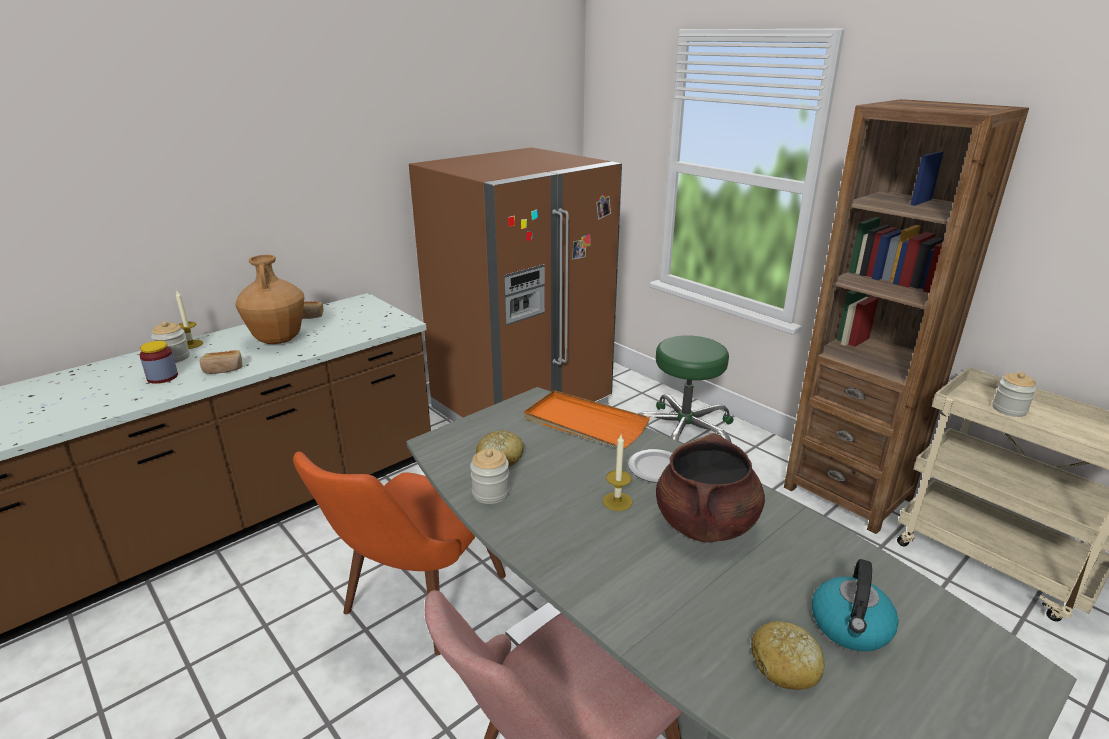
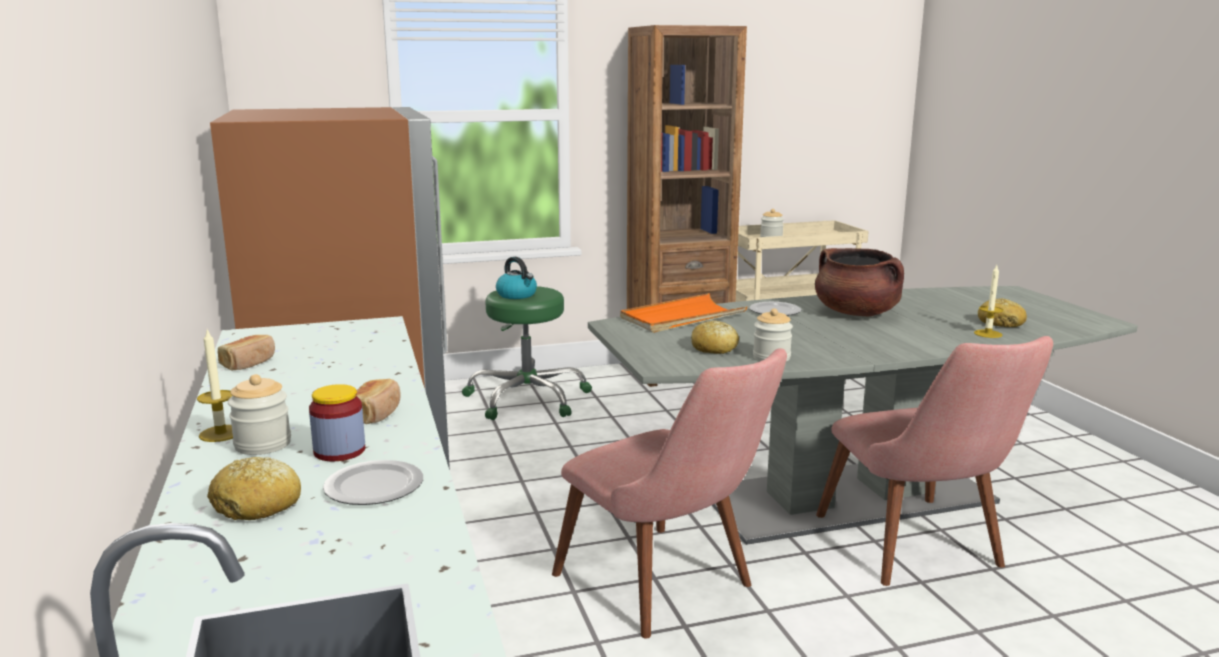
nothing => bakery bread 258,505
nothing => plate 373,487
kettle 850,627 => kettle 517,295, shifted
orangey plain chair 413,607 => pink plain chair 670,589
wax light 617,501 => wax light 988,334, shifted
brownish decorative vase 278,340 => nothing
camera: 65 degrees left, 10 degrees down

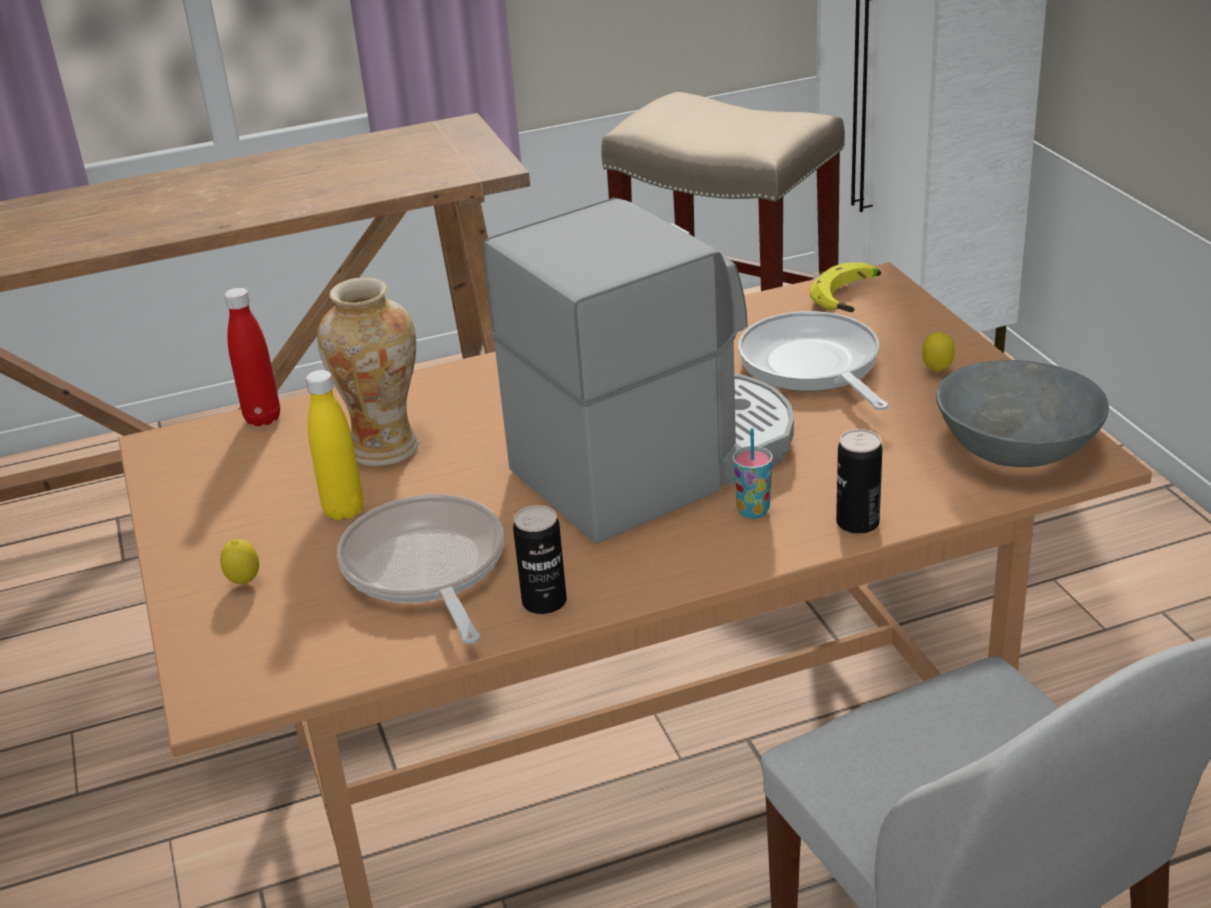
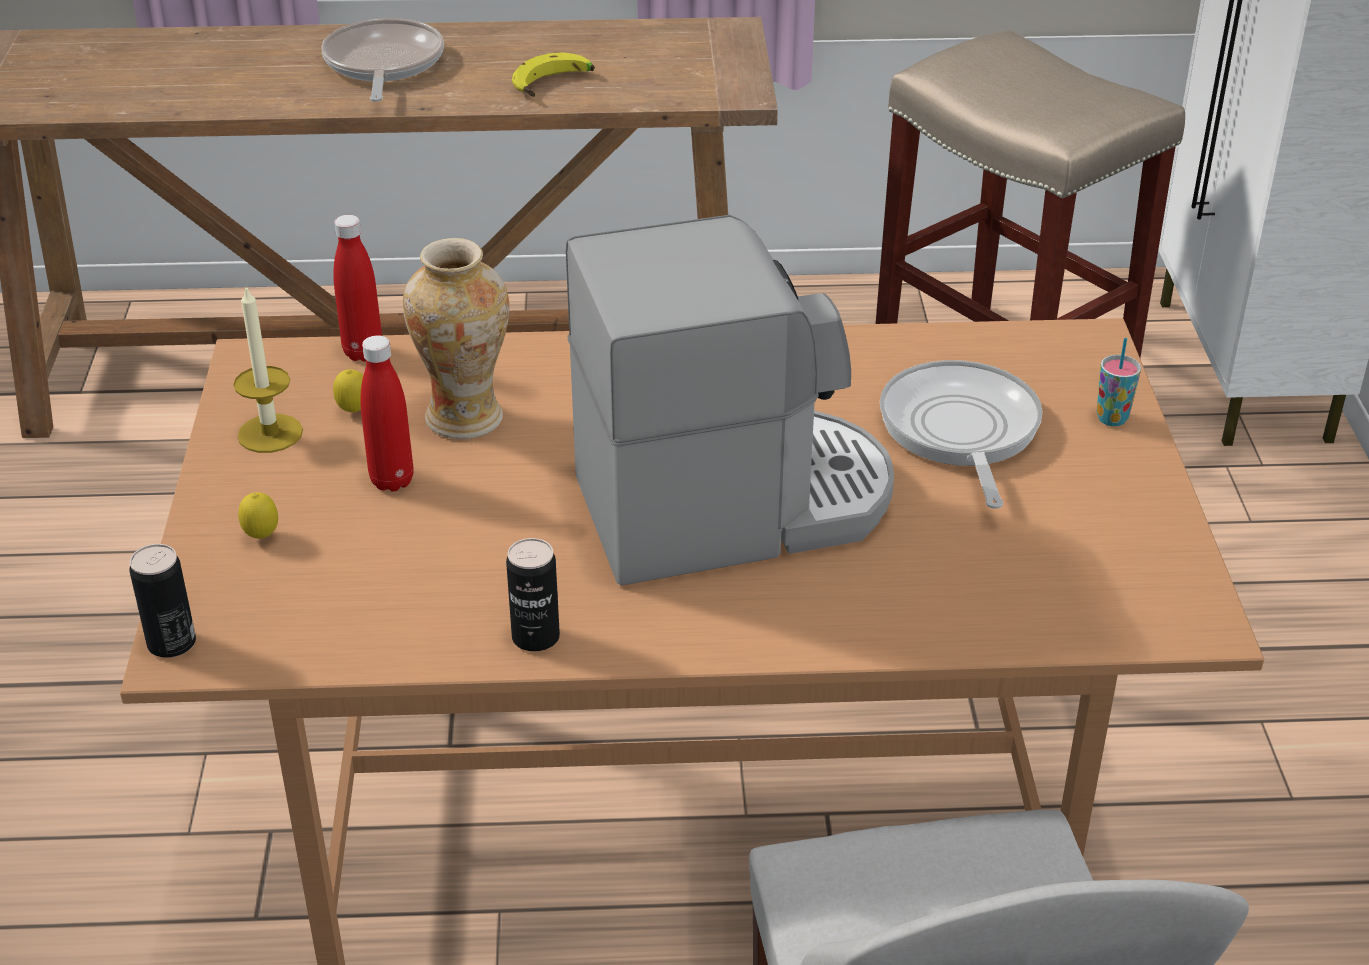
can 857,523 => can 171,643, shifted
nothing => wax light 270,433
frying pan 426,569 => frying pan 383,65, shifted
citrus fruit 937,371 => citrus fruit 353,412, shifted
yellowish bottle 344,510 => reddish bottle 392,481
whole banana 851,298 => whole banana 554,86, shifted
small cup 753,511 => small cup 1112,418, shifted
grey bowl 1016,450 => nothing
camera: 15 degrees right, 5 degrees up

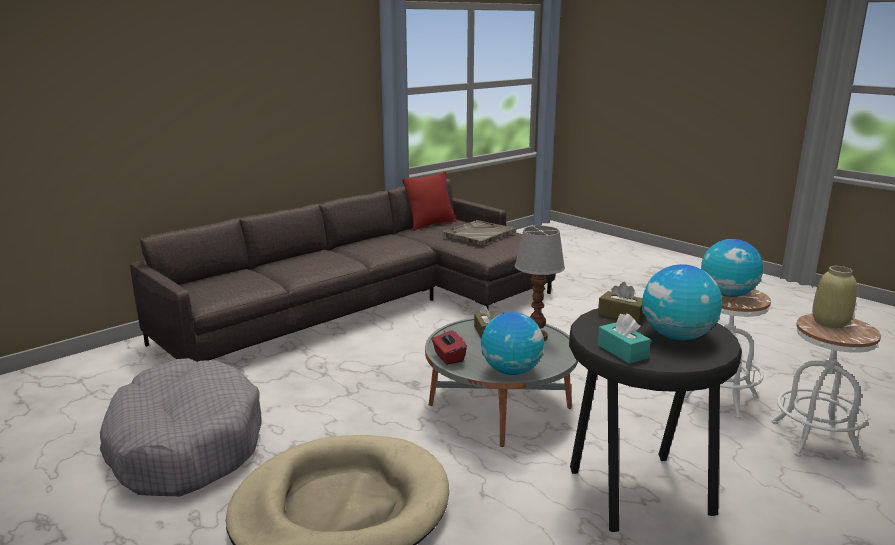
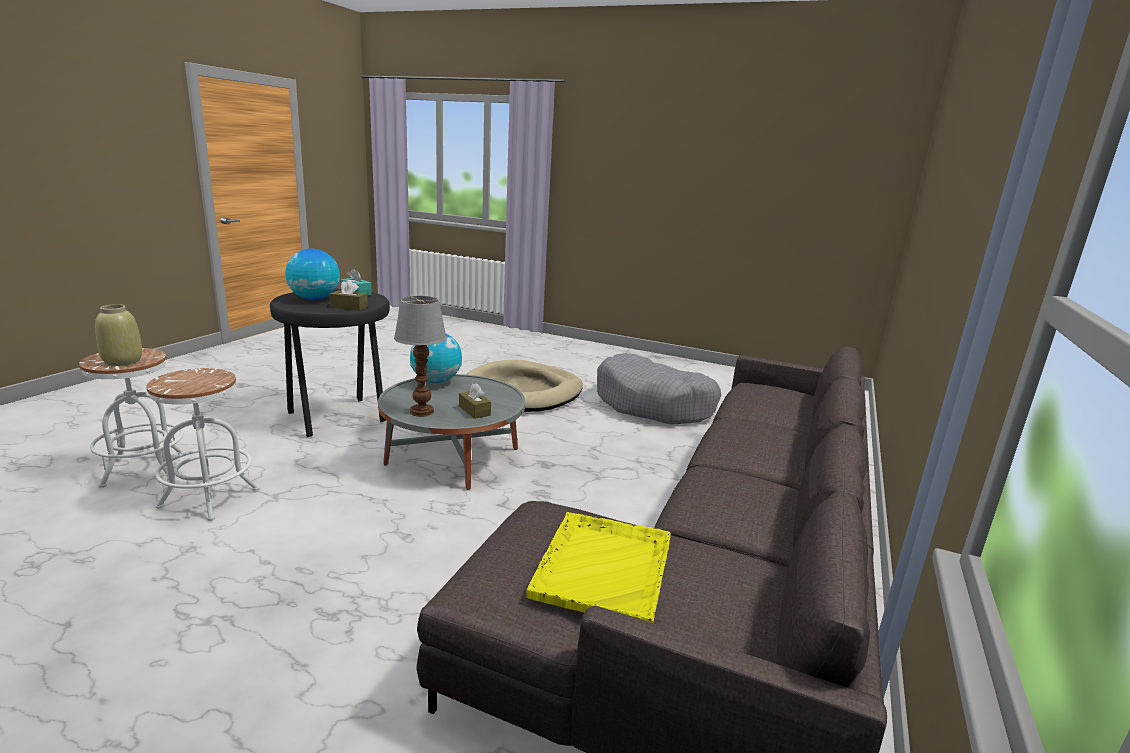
grey serving tray 479,234 => yellowish serving tray 604,566
reddish cushion 430,224 => nothing
reddish tissue box 448,357 => nothing
desk globe 727,295 => nothing
camera: 155 degrees right, 0 degrees up

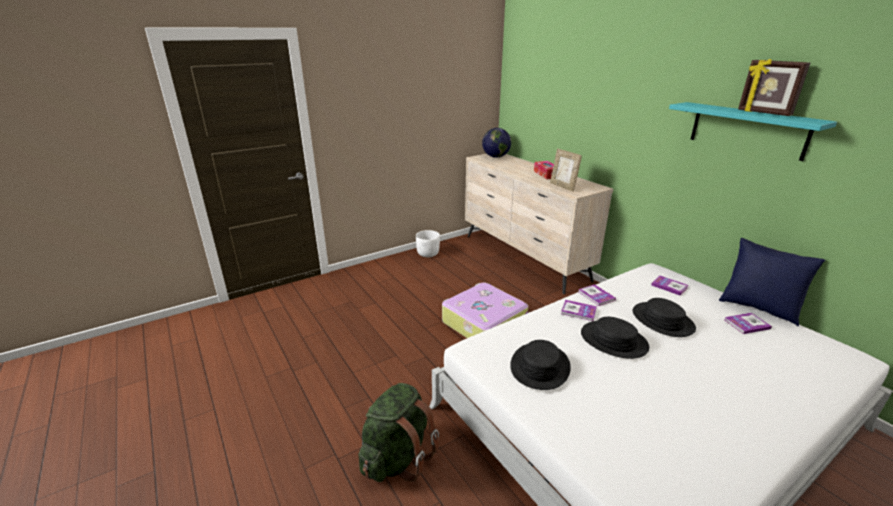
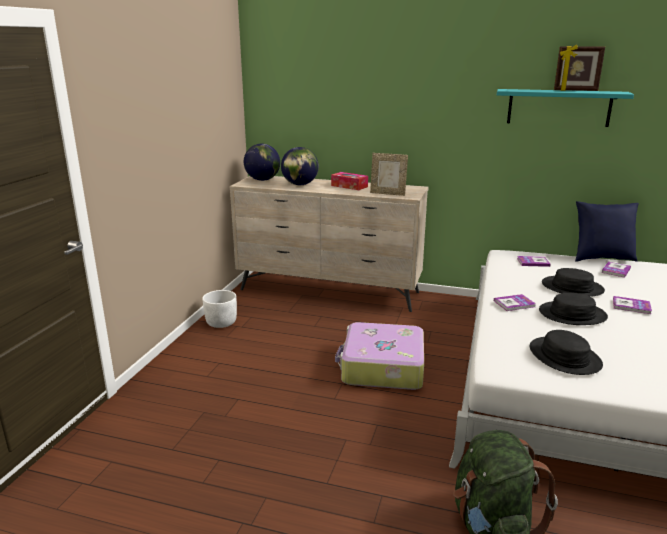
nothing => desk globe 300,184
volume 596,296 => volume 631,306, shifted
camera: 40 degrees left, 5 degrees down

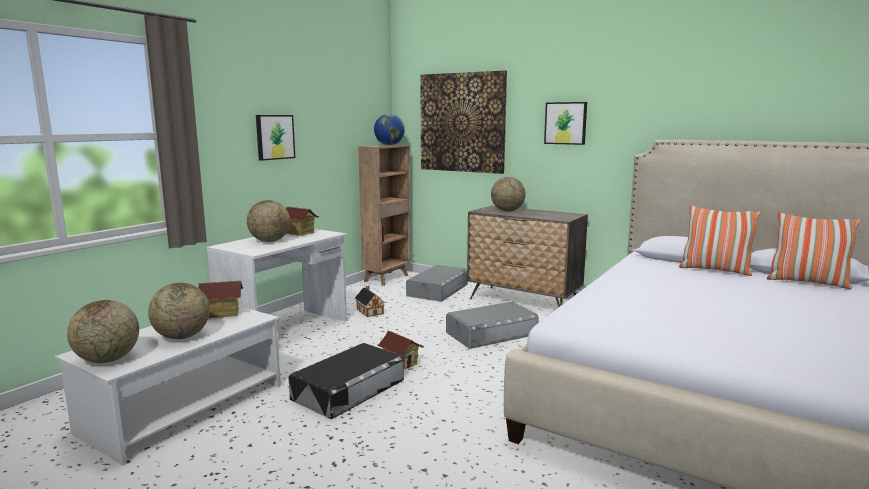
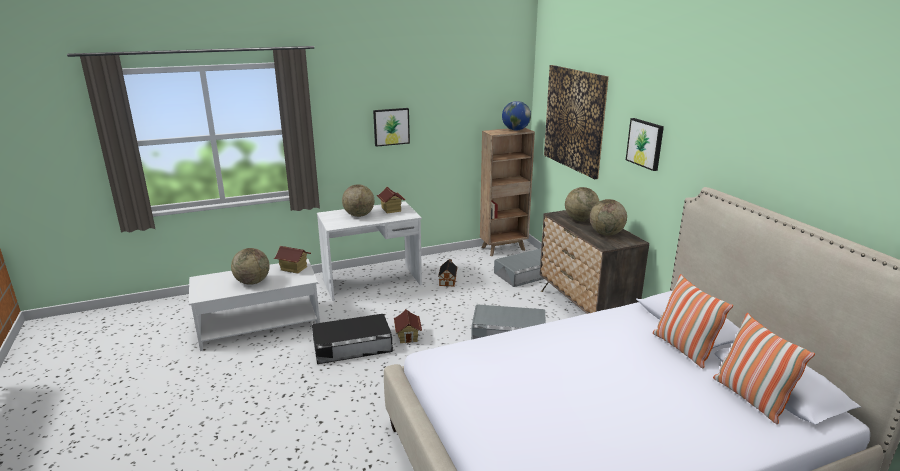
desk globe 108,360 => desk globe 606,234, shifted
camera: 35 degrees right, 10 degrees up

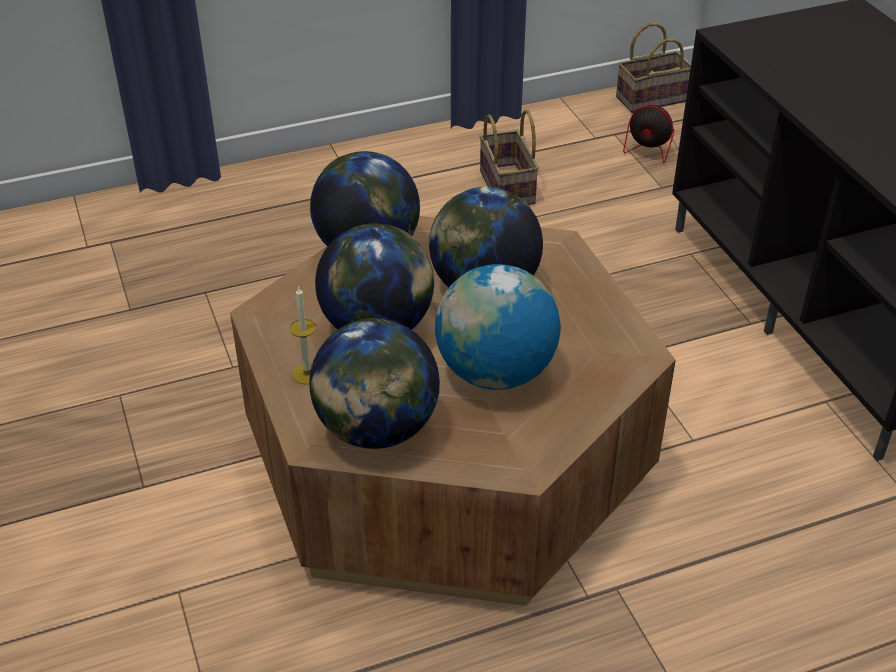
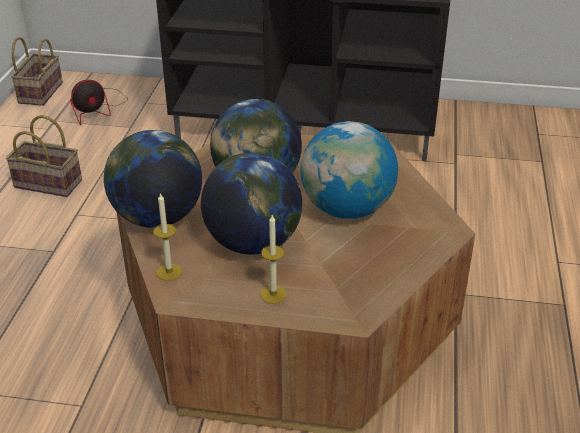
nothing => wax light 169,272
desk globe 376,430 => nothing
camera: 60 degrees left, 5 degrees down

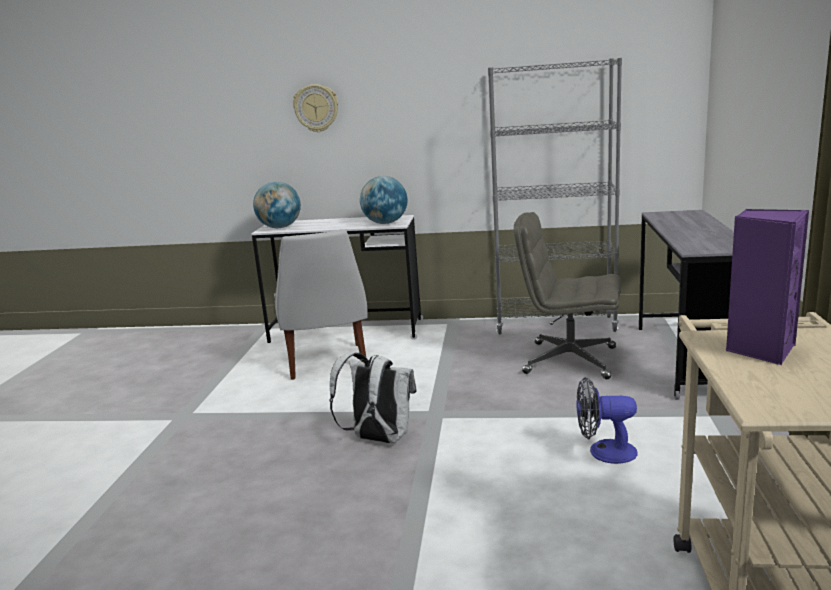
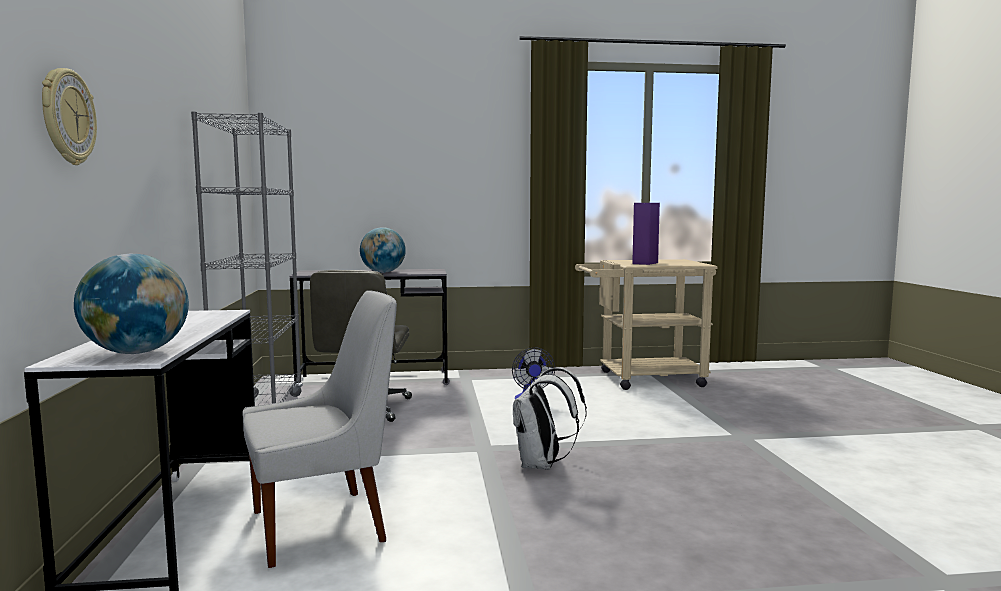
desk globe 385,223 => desk globe 383,272, shifted
camera: 105 degrees left, 10 degrees down

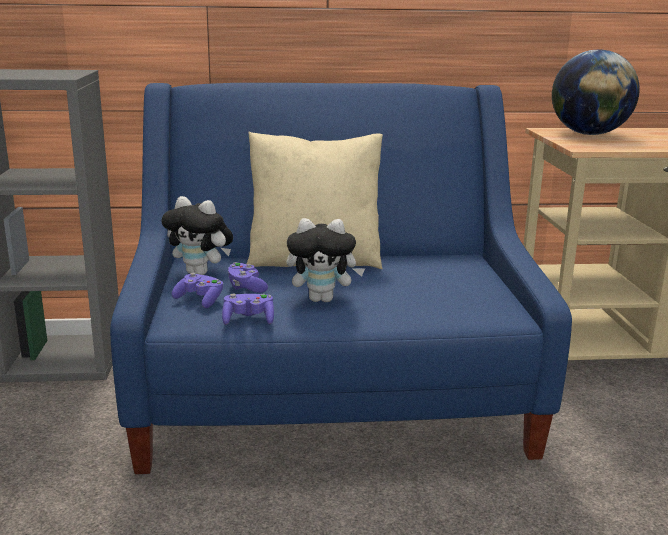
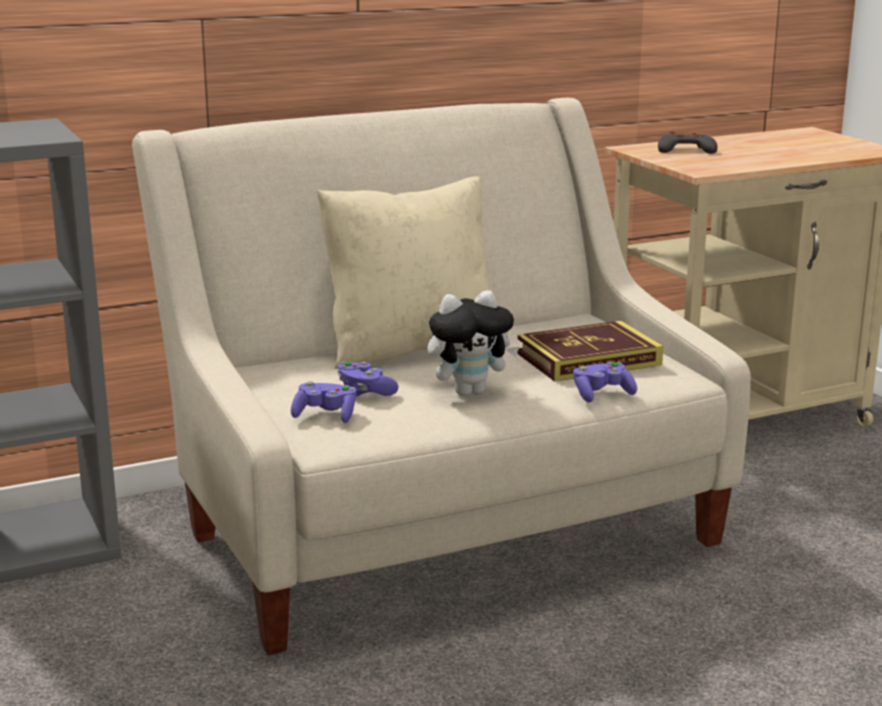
bluish sofa 331,398 => beige-coloured sofa 440,525
nothing => volume 588,359
purple gamepad 248,320 => purple gamepad 602,394, shifted
desk globe 589,134 => grey gamepad 686,150
cuddly toy 201,273 => nothing
camera: 20 degrees left, 0 degrees up

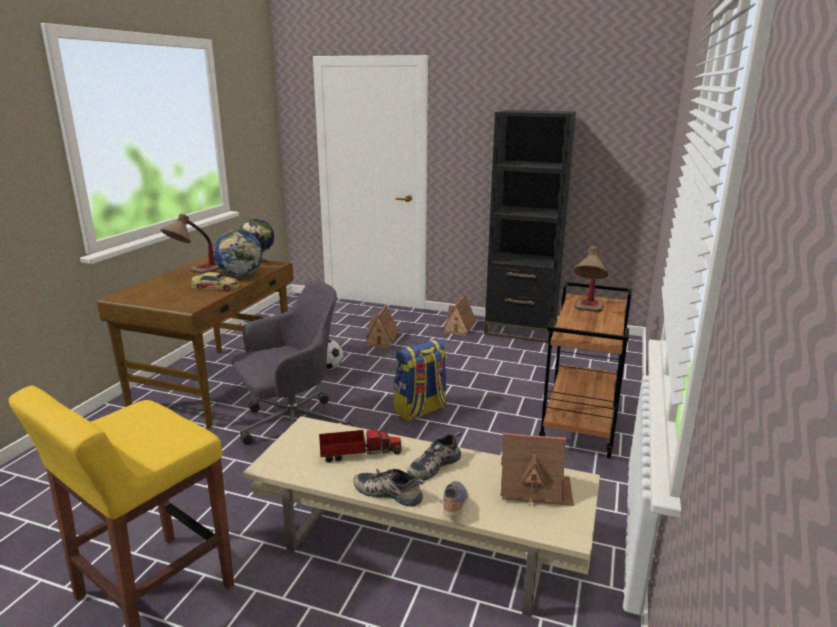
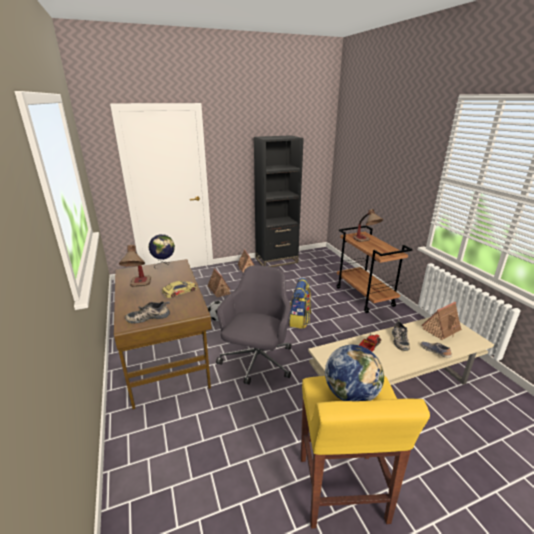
low shoe 389,492 => low shoe 149,317, shifted
desk globe 241,275 => desk globe 351,394, shifted
camera: 40 degrees left, 5 degrees up

